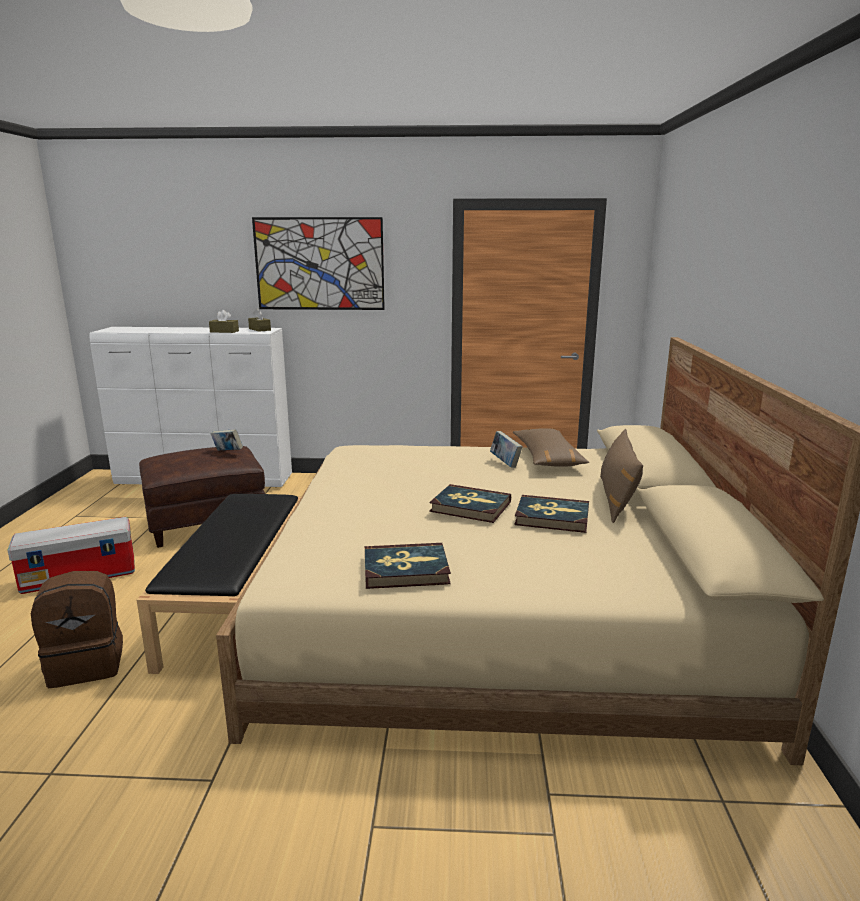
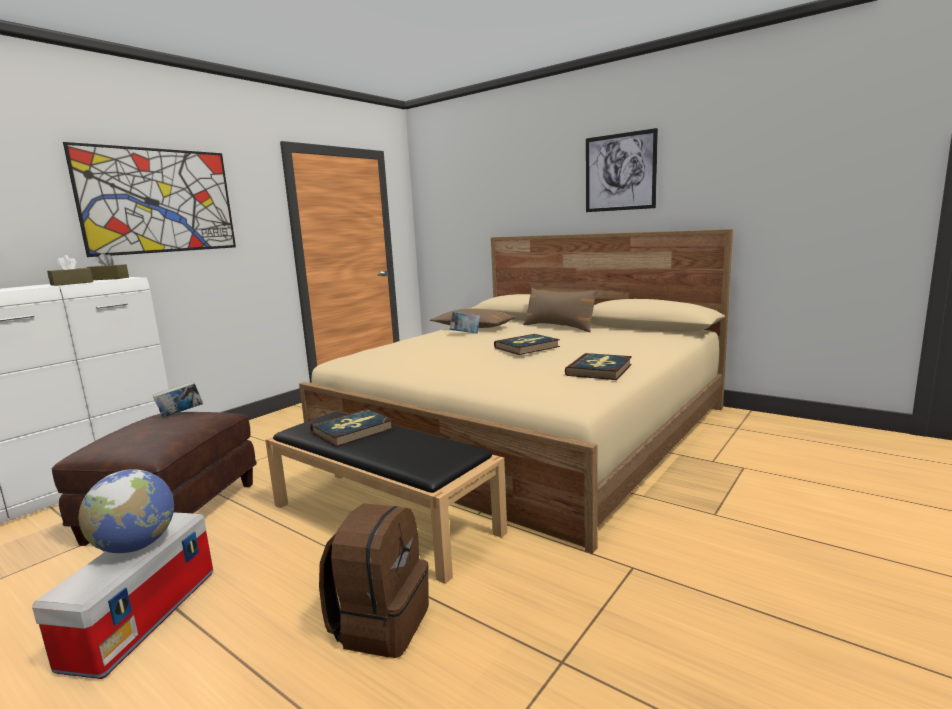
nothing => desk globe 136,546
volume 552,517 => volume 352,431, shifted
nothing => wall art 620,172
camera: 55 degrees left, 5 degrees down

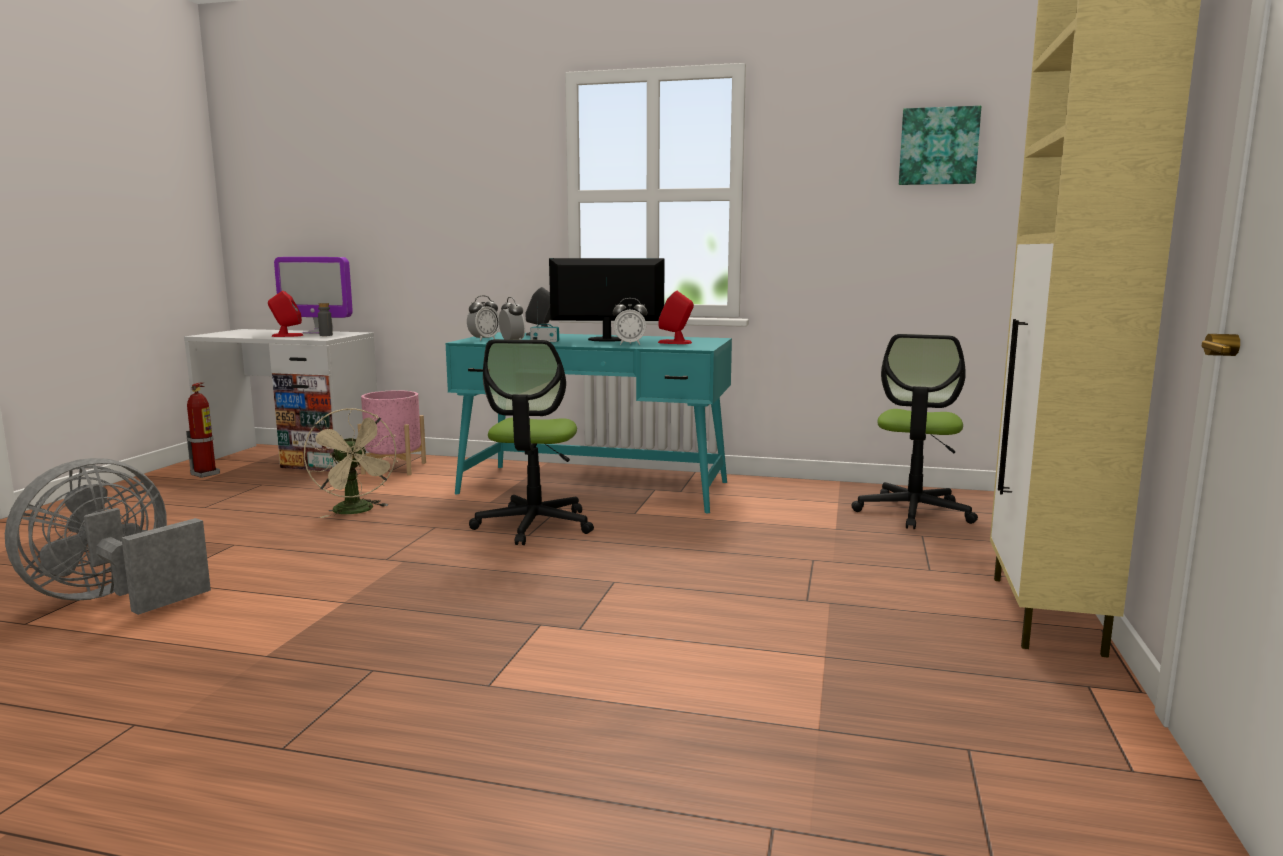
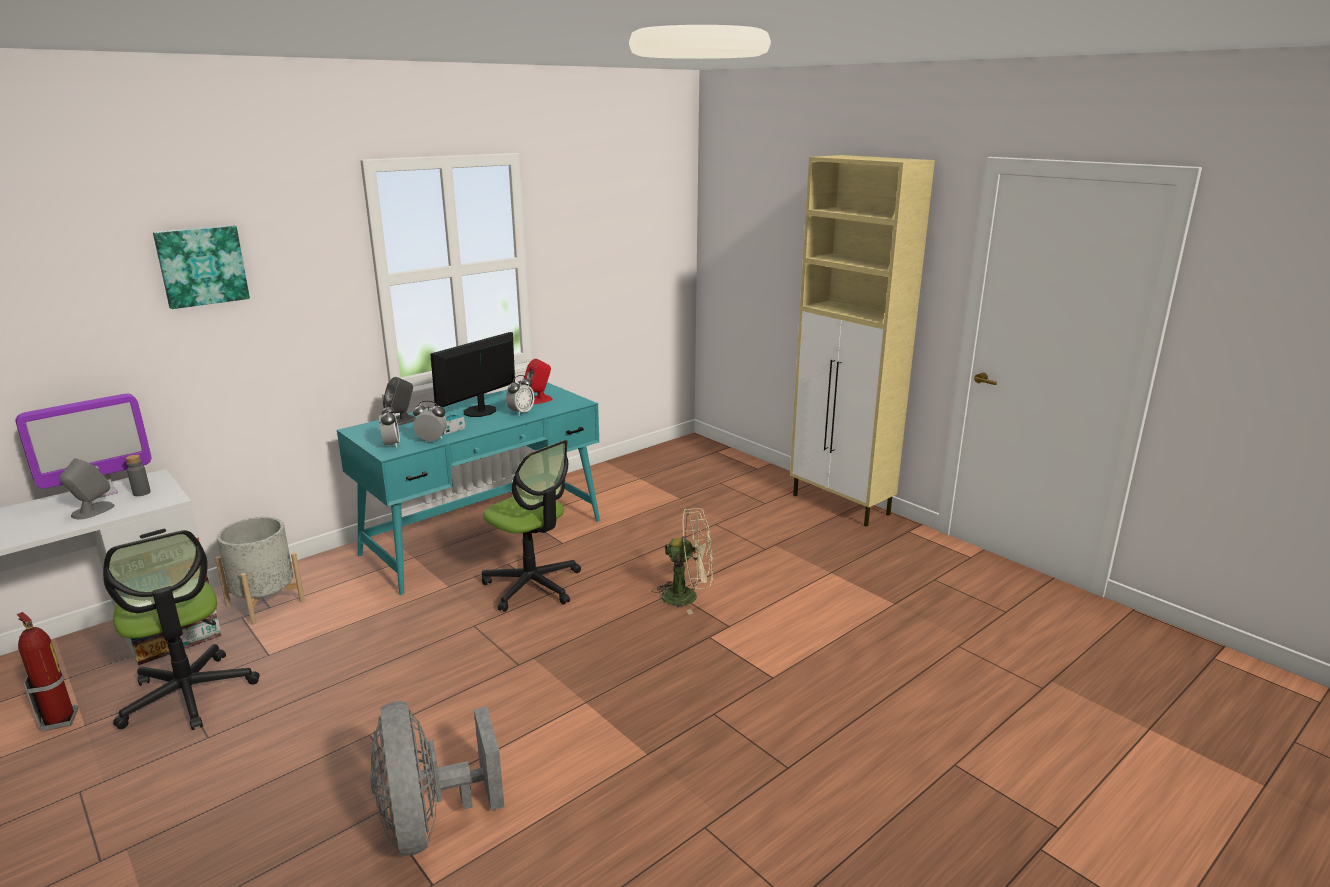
reddish loudspeaker 287,335 => grey loudspeaker 92,511
computer chair 913,512 => computer chair 188,695, shifted
wall art 938,146 => wall art 202,266, shifted
pink flower pot 394,468 => grey flower pot 265,603
beige-coloured fan 357,511 => beige-coloured fan 688,596, shifted
camera: 55 degrees left, 10 degrees up

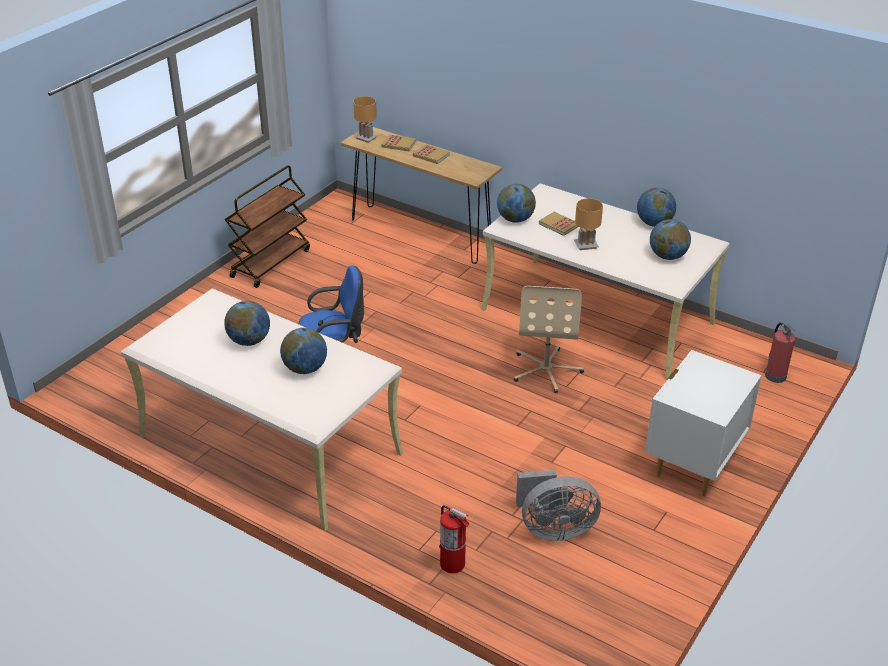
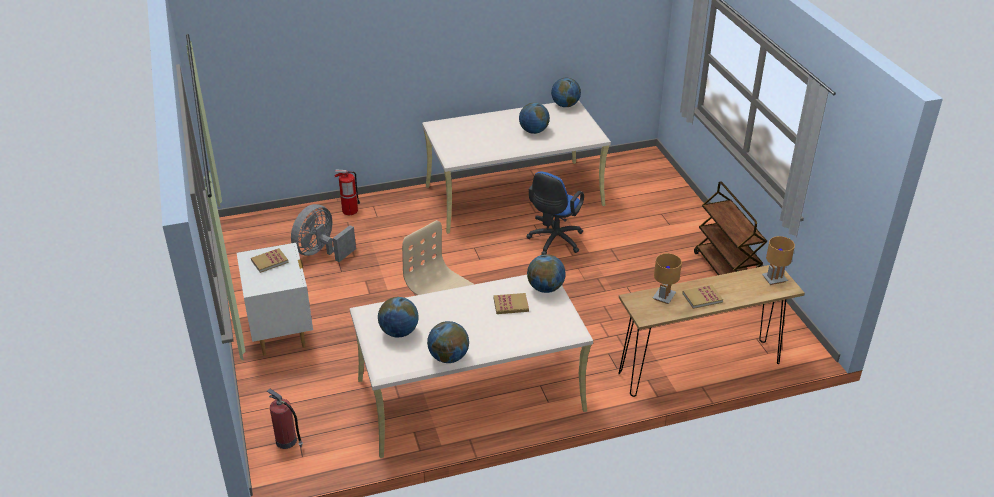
volume 398,144 => volume 269,261, shifted
desk globe 305,369 => desk globe 565,105, shifted
brownish table lamp 585,245 => brownish table lamp 664,297, shifted
camera: 130 degrees right, 0 degrees up

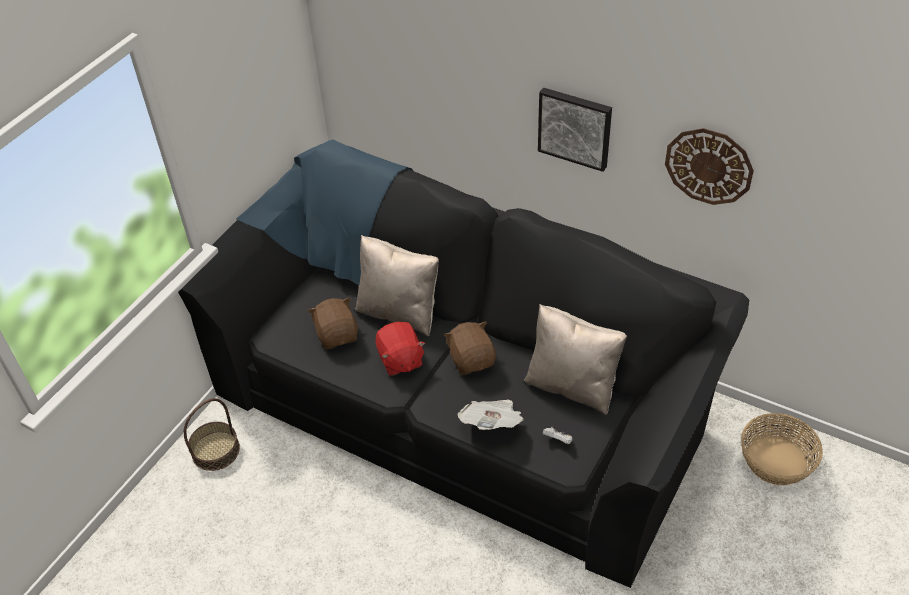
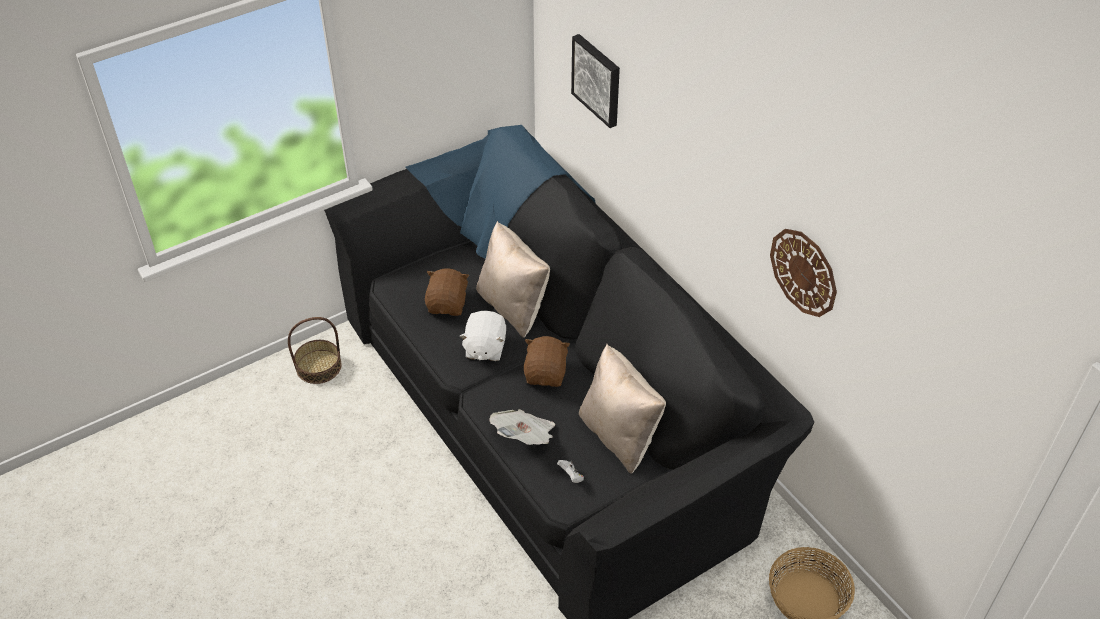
reddish cuddly toy 400,360 => whitish cuddly toy 484,348
wall art 575,127 => wall art 598,79, shifted
camera: 25 degrees right, 0 degrees up

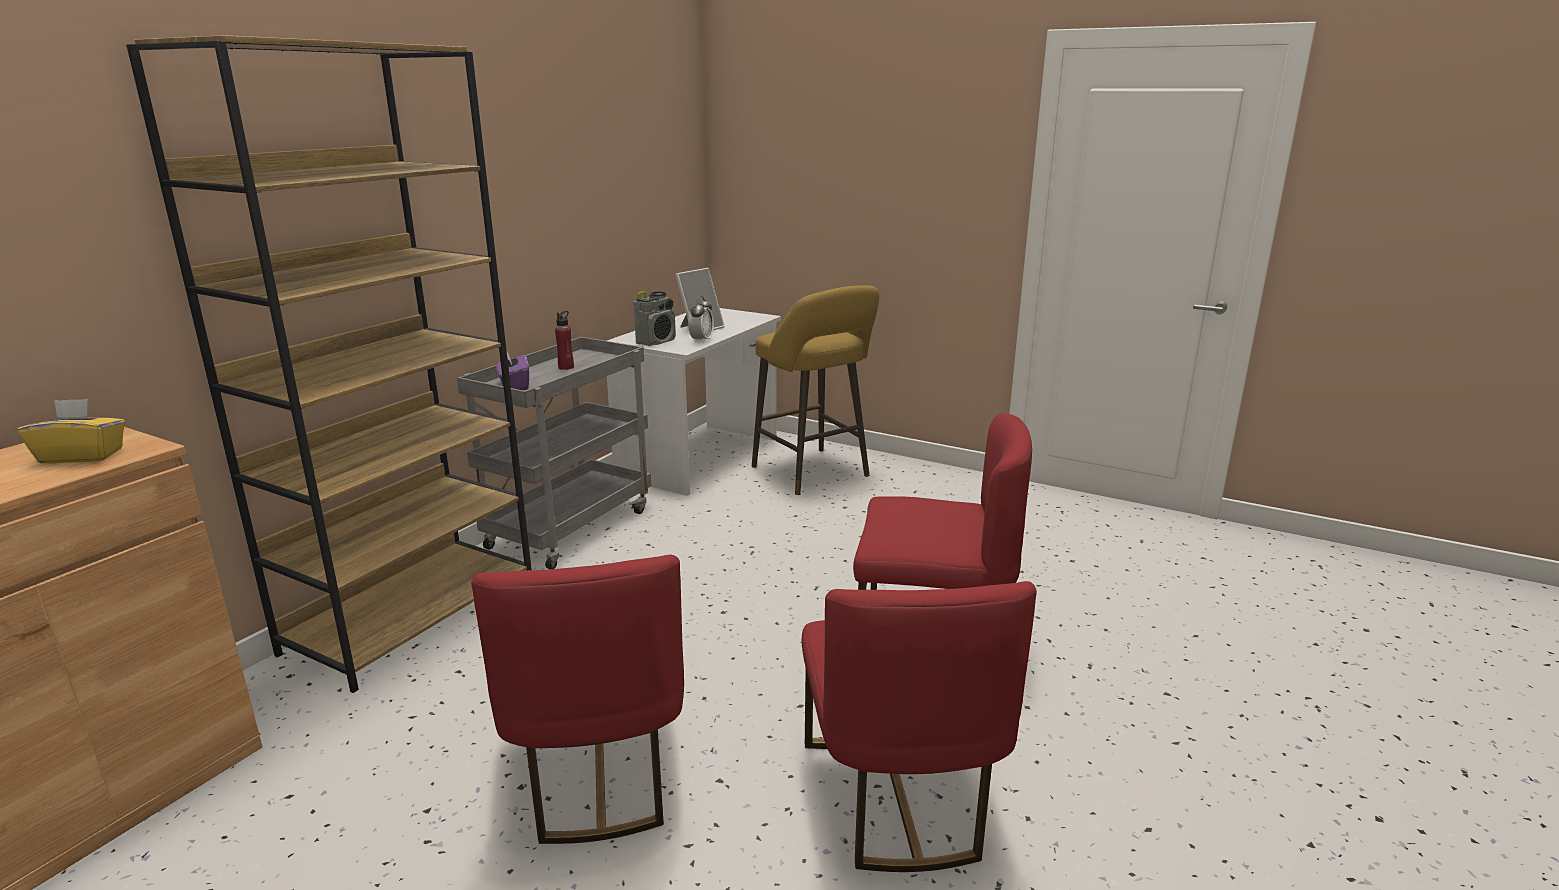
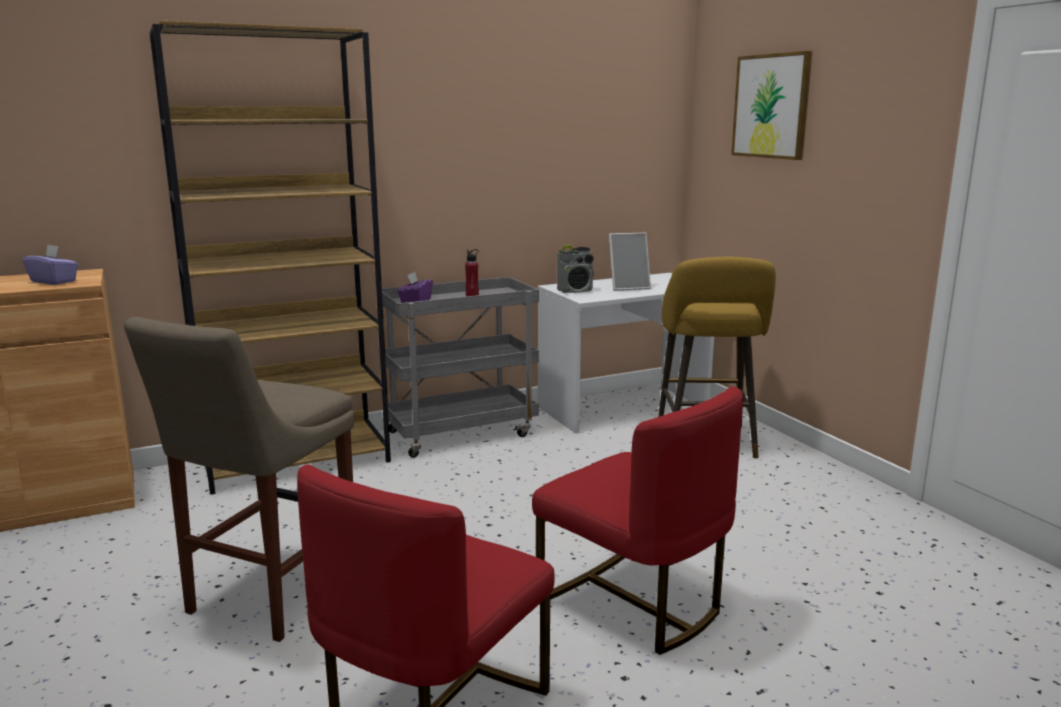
yellowish tissue box 82,456 => purple tissue box 54,281
reddish plain chair 598,773 => beige-coloured stool seat 267,598
nothing => wall art 771,106
bedside clock 701,340 => nothing
camera: 35 degrees right, 5 degrees down

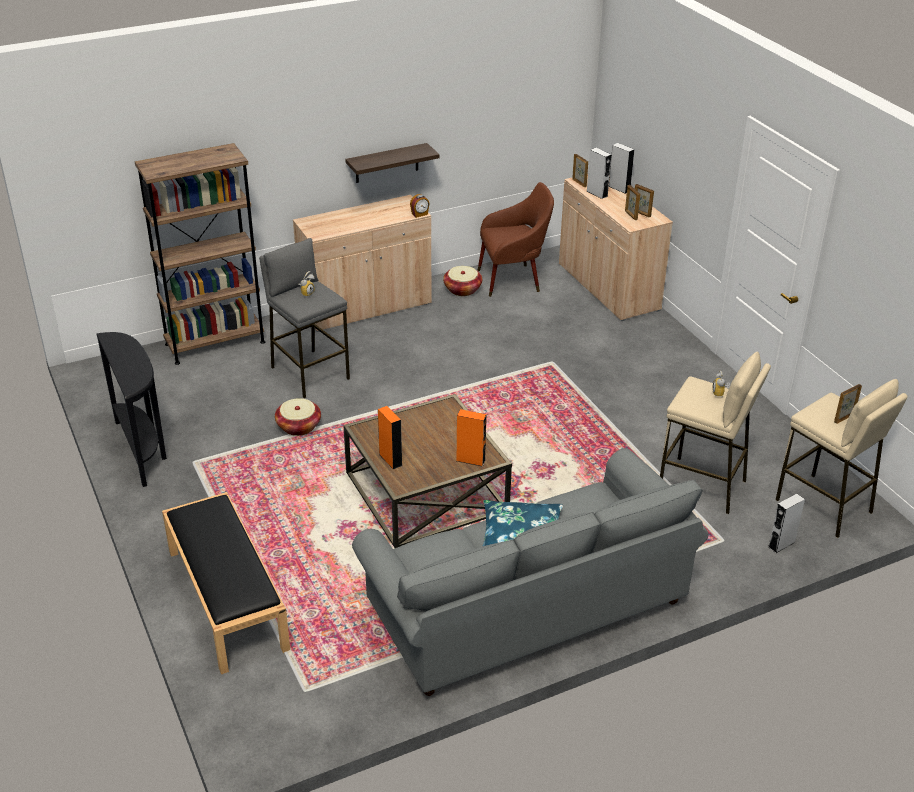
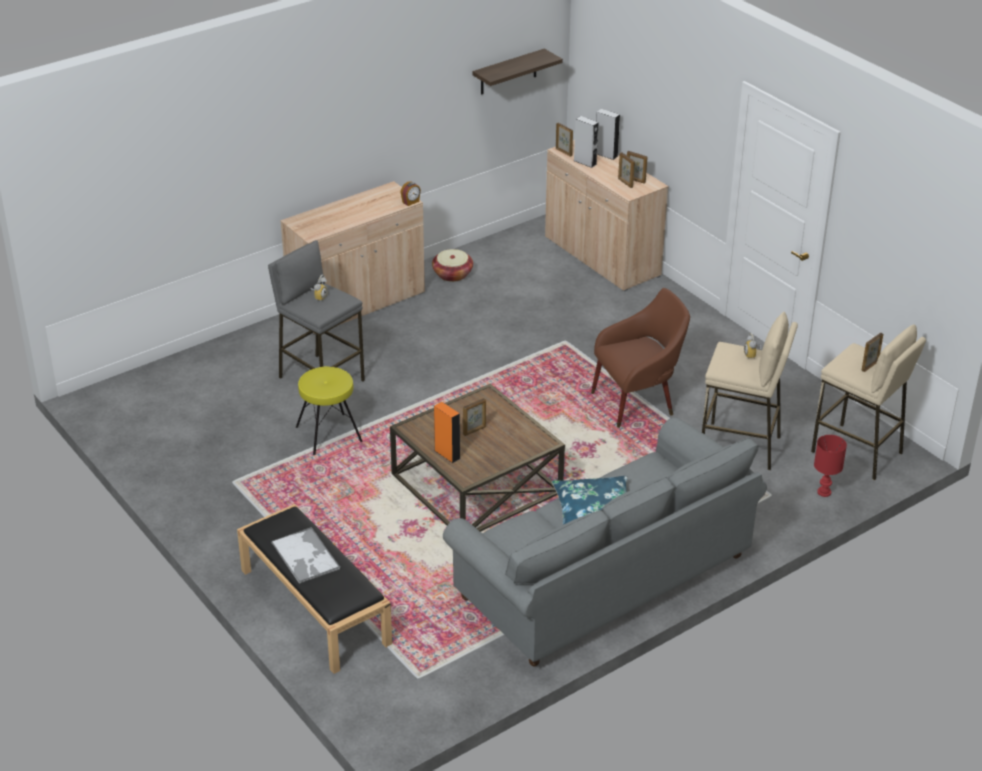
nothing => serving tray 305,556
storage basket 298,426 => yellowish stool seat 328,434
nothing => picture frame 474,431
bracket shelf 387,163 => bracket shelf 508,72, shifted
brownish armchair 513,280 => brownish armchair 637,402, shifted
grey loudspeaker 781,544 => reddish table lamp 824,492
blackish console table 143,449 => nothing
brownish shelving unit 215,343 => nothing
orangey loudspeaker 470,460 => nothing
camera: 10 degrees left, 0 degrees up

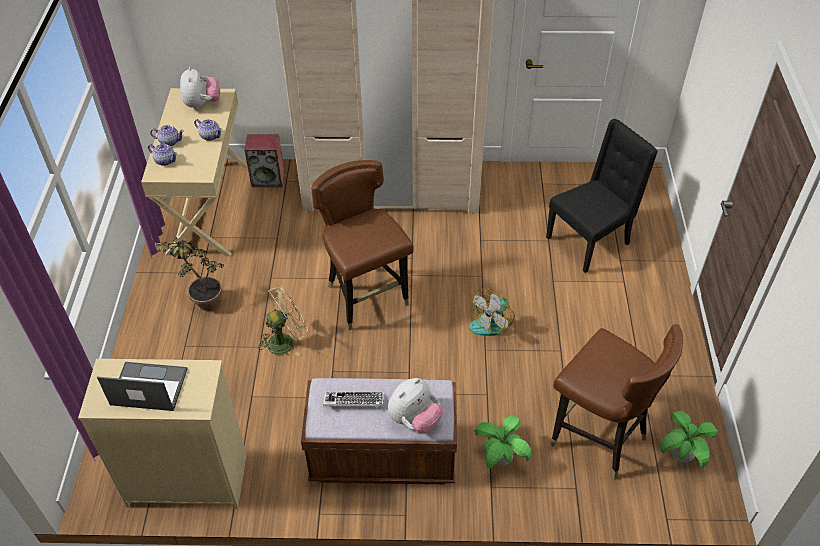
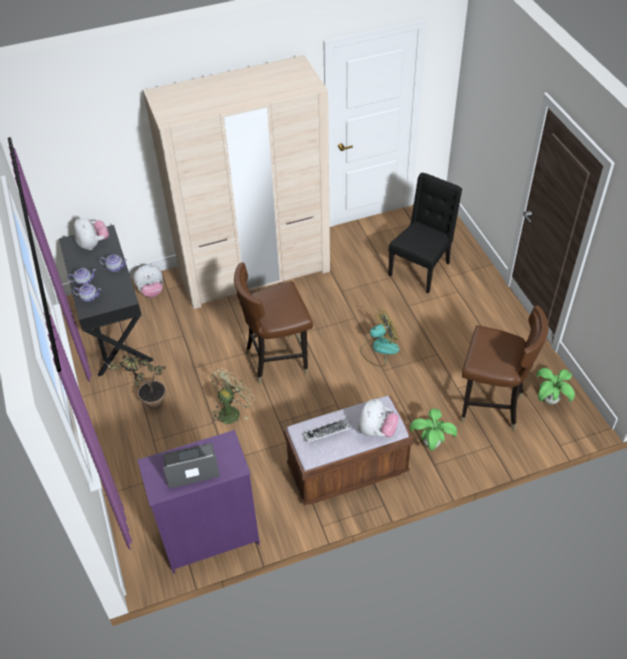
beige-coloured desk unit 208,208 => blackish desk unit 114,328
loudspeaker 268,178 => cuddly toy 151,291
beige-coloured dresser 188,479 => purple dresser 210,536
brownish plain chair 366,298 => brownish plain chair 277,360, 60 degrees counterclockwise
fan 492,322 => fan 379,349, 135 degrees counterclockwise
camera: 20 degrees left, 0 degrees up

